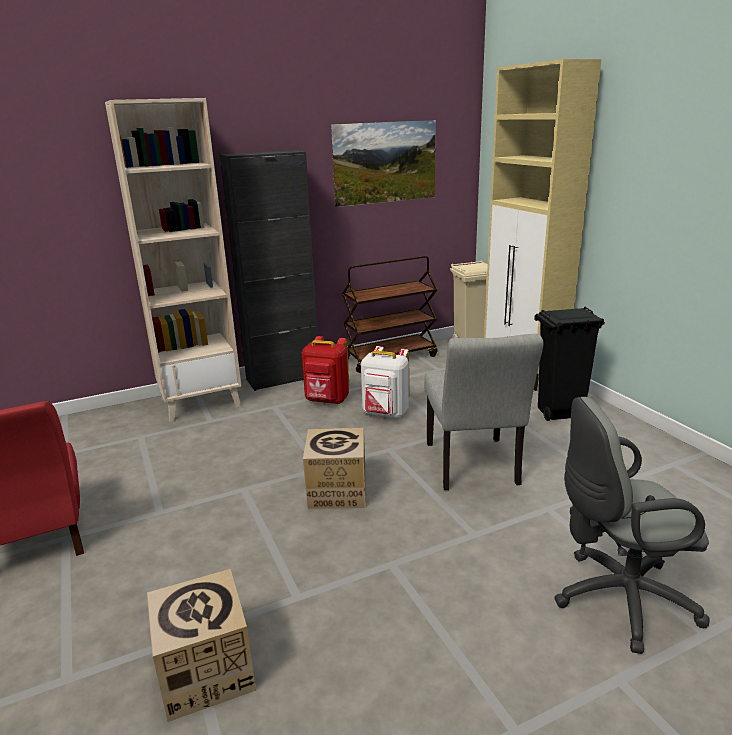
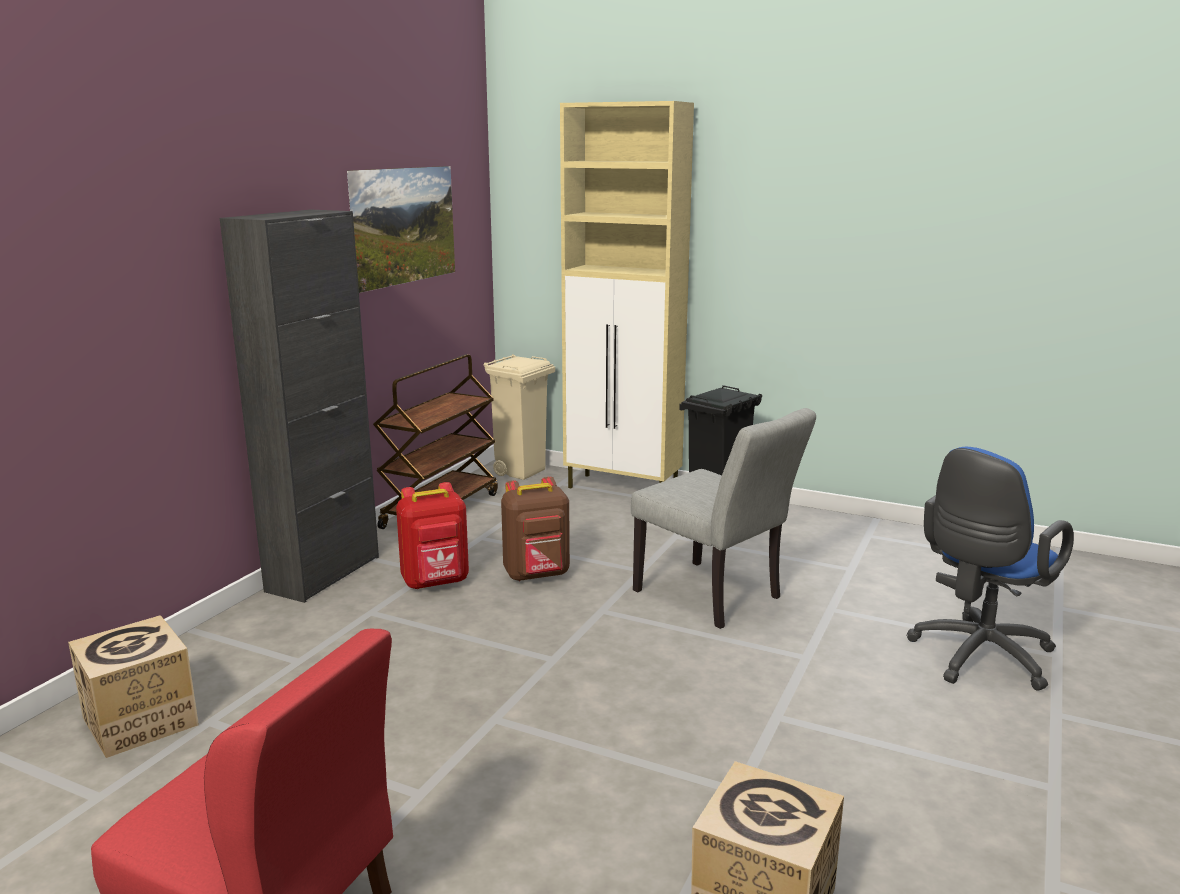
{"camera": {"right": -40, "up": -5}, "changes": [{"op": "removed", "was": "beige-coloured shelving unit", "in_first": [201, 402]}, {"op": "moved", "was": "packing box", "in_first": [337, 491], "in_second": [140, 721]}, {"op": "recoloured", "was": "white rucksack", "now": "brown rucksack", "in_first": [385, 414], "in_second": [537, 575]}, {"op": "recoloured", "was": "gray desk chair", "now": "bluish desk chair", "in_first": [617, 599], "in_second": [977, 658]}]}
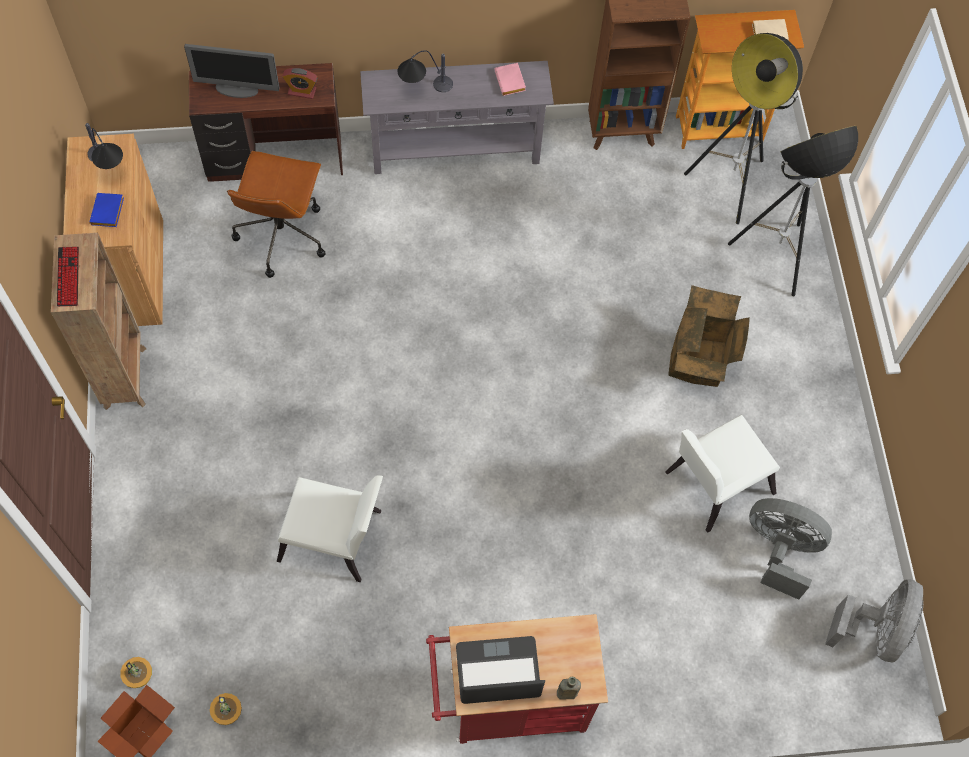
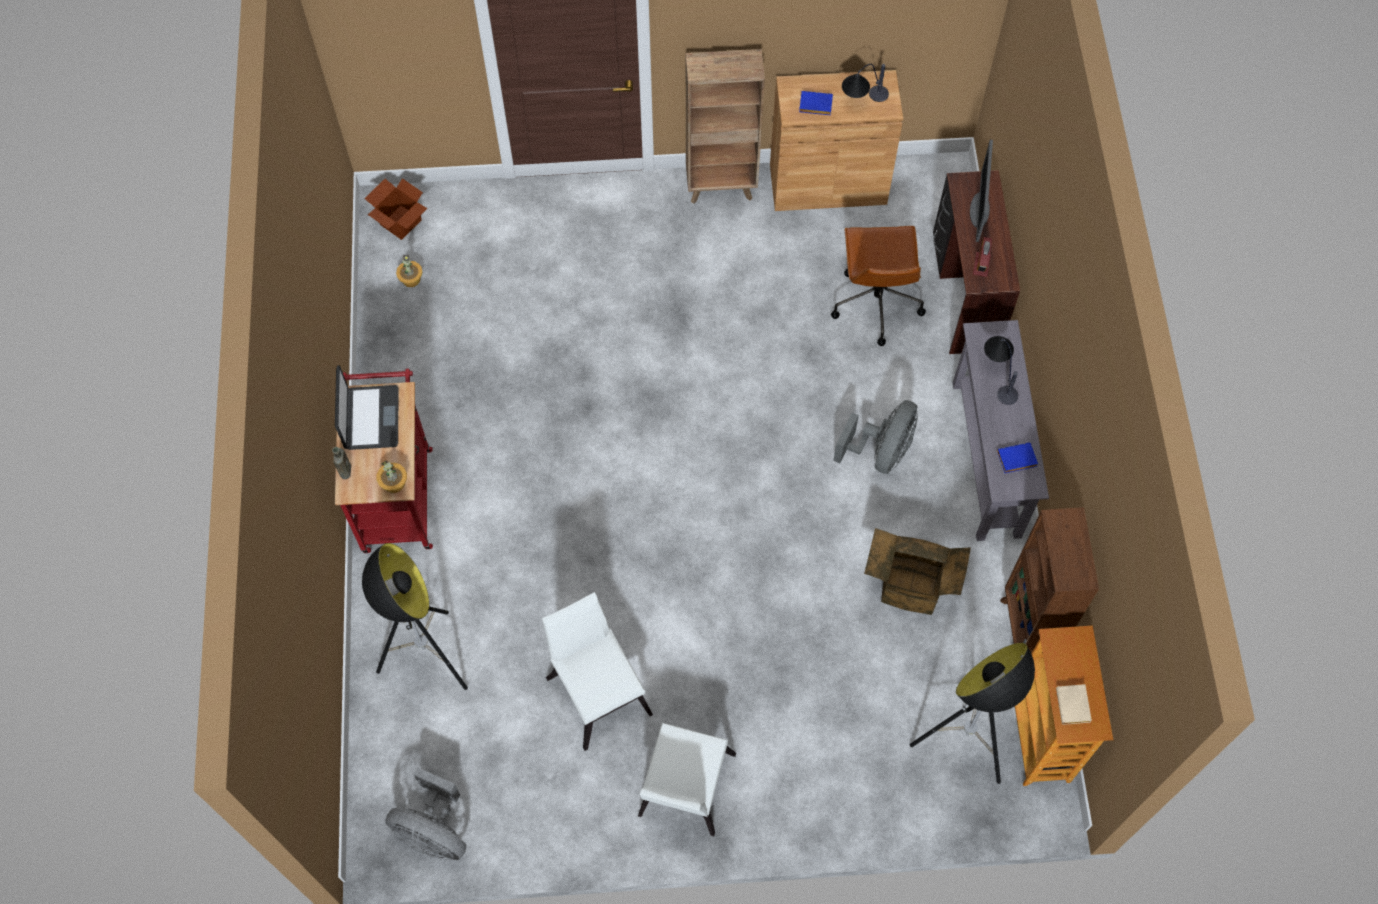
{"camera": {"right": 95, "up": 0}, "changes": [{"op": "removed", "was": "PC keyboard", "in_first": [68, 277]}, {"op": "moved", "was": "plant in a pot", "in_first": [139, 676], "in_second": [394, 483]}, {"op": "moved", "was": "white upright chair", "in_first": [336, 539], "in_second": [683, 791]}, {"op": "moved", "was": "packing box", "in_first": [700, 361], "in_second": [909, 588]}, {"op": "moved", "was": "standard lamp", "in_first": [774, 257], "in_second": [427, 658]}, {"op": "moved", "was": "gray fan", "in_first": [780, 549], "in_second": [881, 452]}, {"op": "recoloured", "was": "pink bound book", "now": "bluish bound book", "in_first": [511, 82], "in_second": [1016, 460]}, {"op": "turned", "was": "brown desk chair", "in_first": [281, 234], "in_second": [875, 302], "clockwise": -105}]}
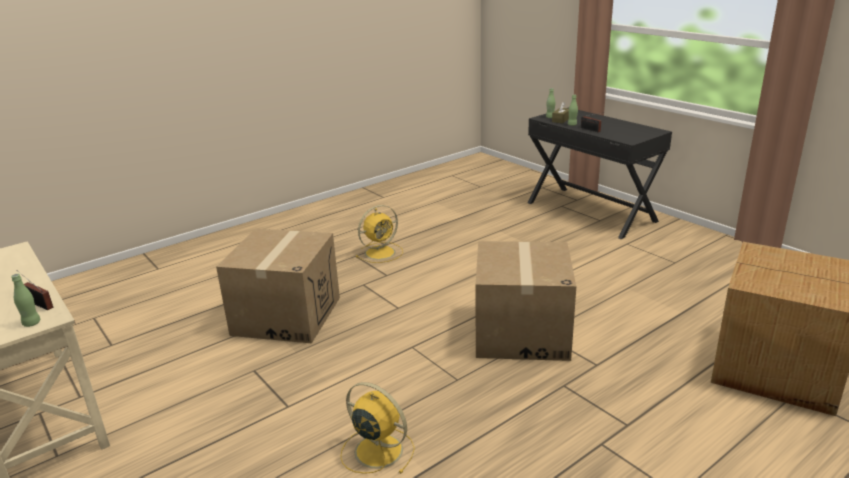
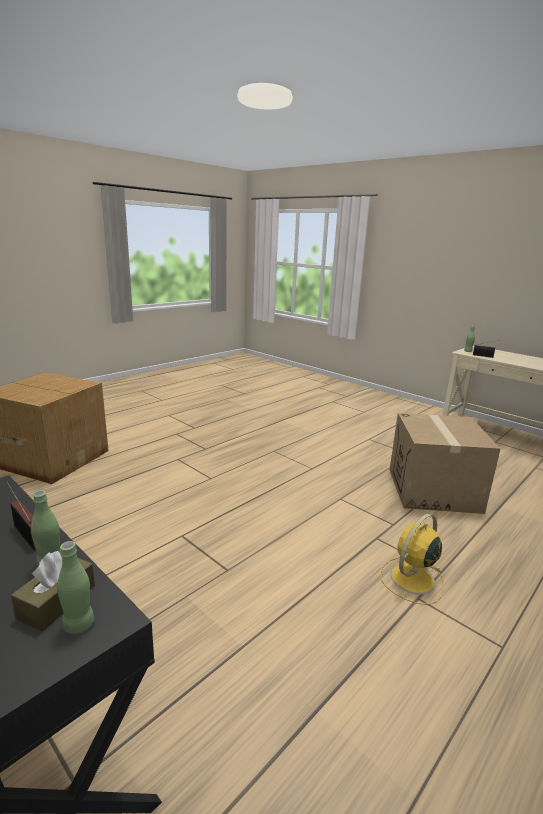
{"camera": {"right": 170, "up": -5}, "changes": [{"op": "removed", "was": "yellowish fan", "in_first": [377, 450]}, {"op": "removed", "was": "packing box", "in_first": [521, 332]}]}
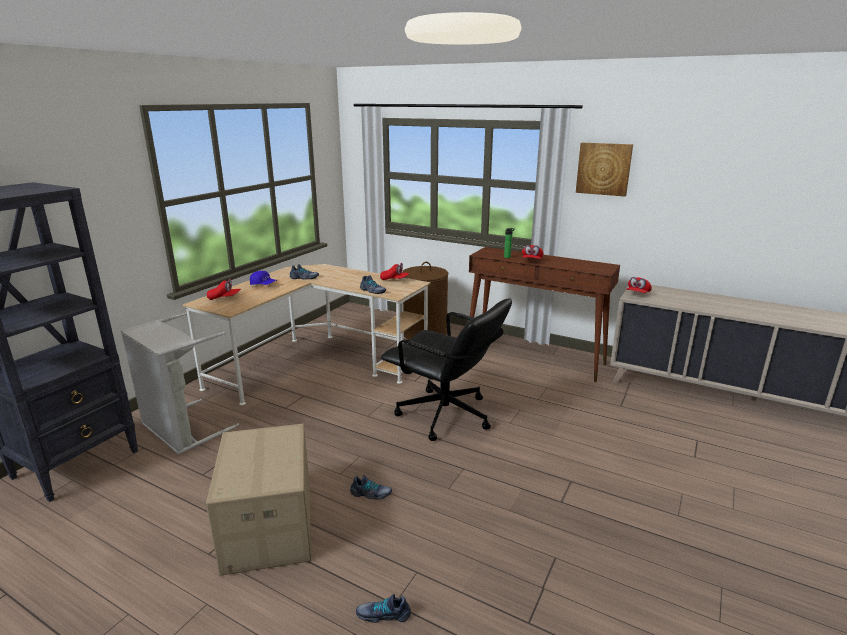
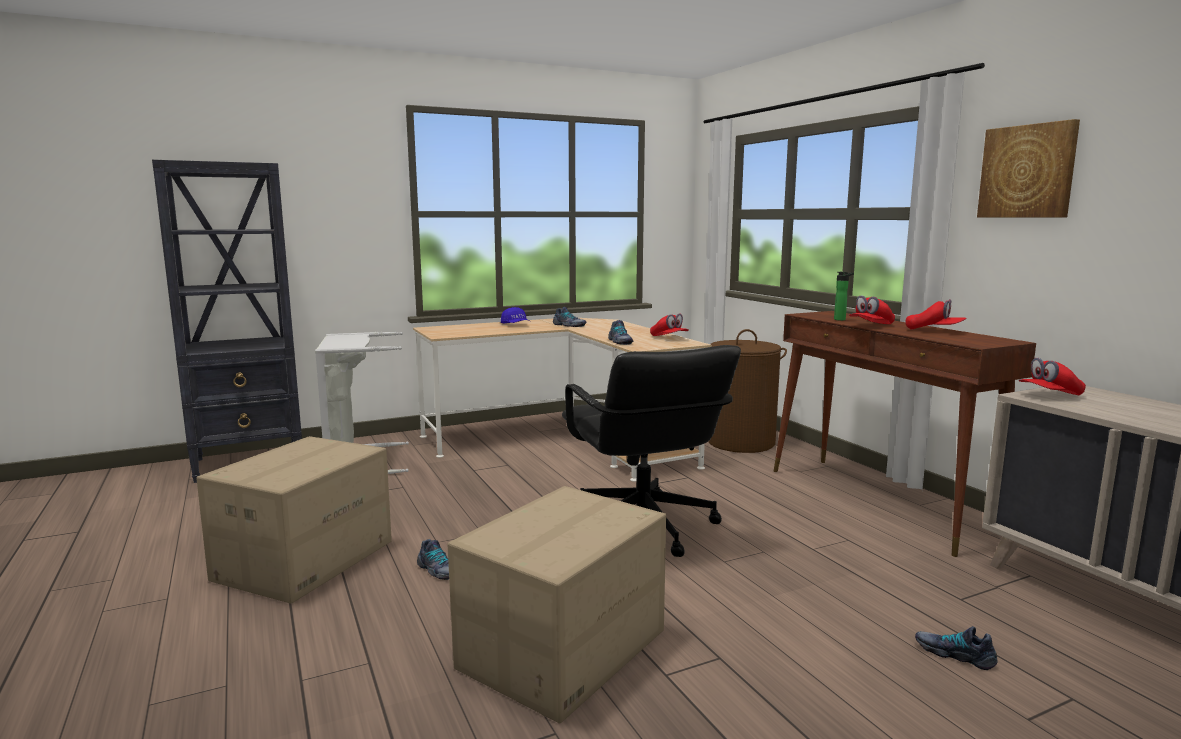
{"camera": {"right": 35, "up": -10}, "changes": [{"op": "added", "now": "packing box", "in_second": [564, 650]}, {"op": "moved", "was": "reddish peaked cap", "in_first": [224, 298], "in_second": [934, 330]}, {"op": "moved", "was": "low shoe", "in_first": [383, 614], "in_second": [954, 654]}]}
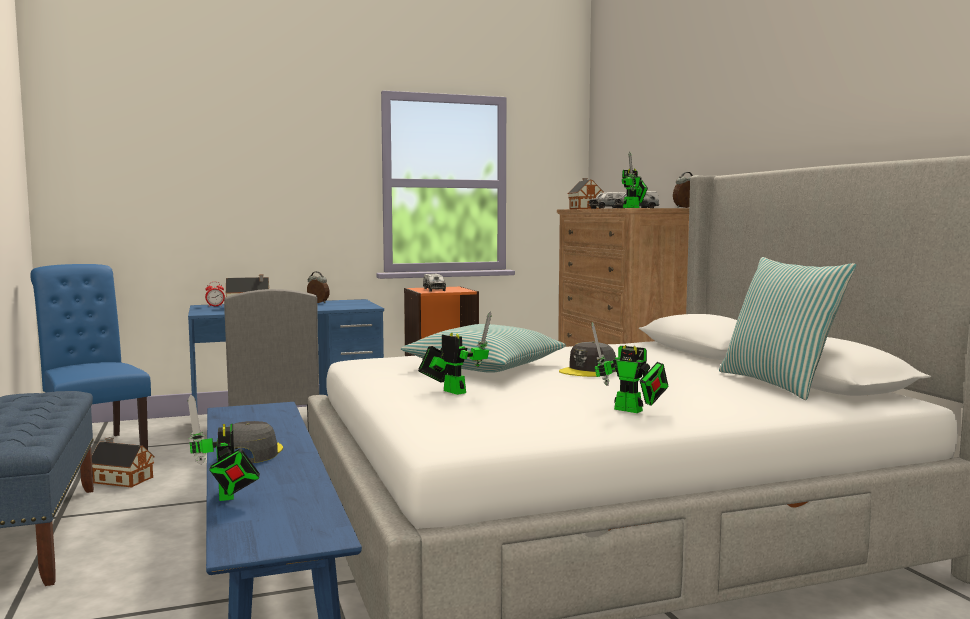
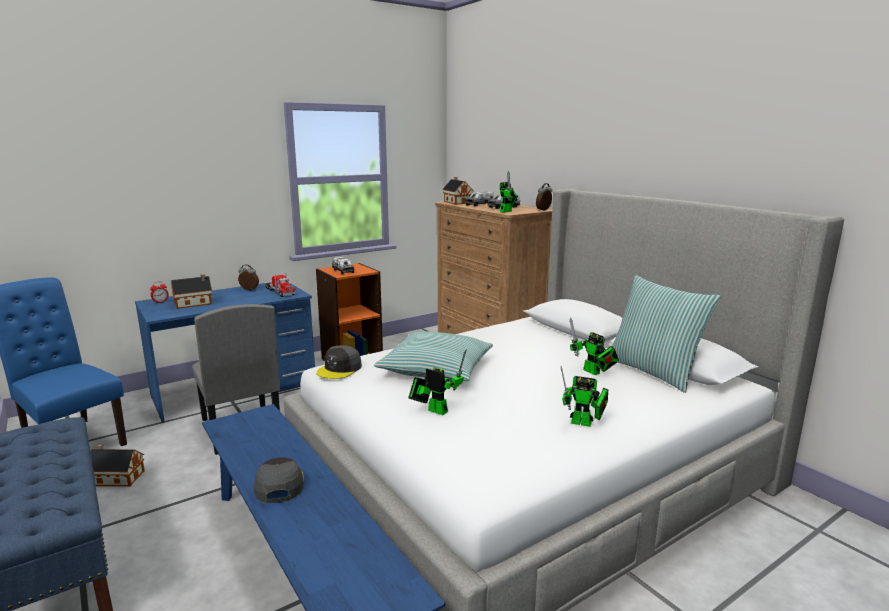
{"camera": {"right": -15, "up": 10}, "changes": [{"op": "added", "now": "model truck", "in_second": [280, 292]}, {"op": "moved", "was": "model robot", "in_first": [226, 497], "in_second": [593, 372]}, {"op": "moved", "was": "gray peaked cap", "in_first": [588, 371], "in_second": [340, 369]}]}
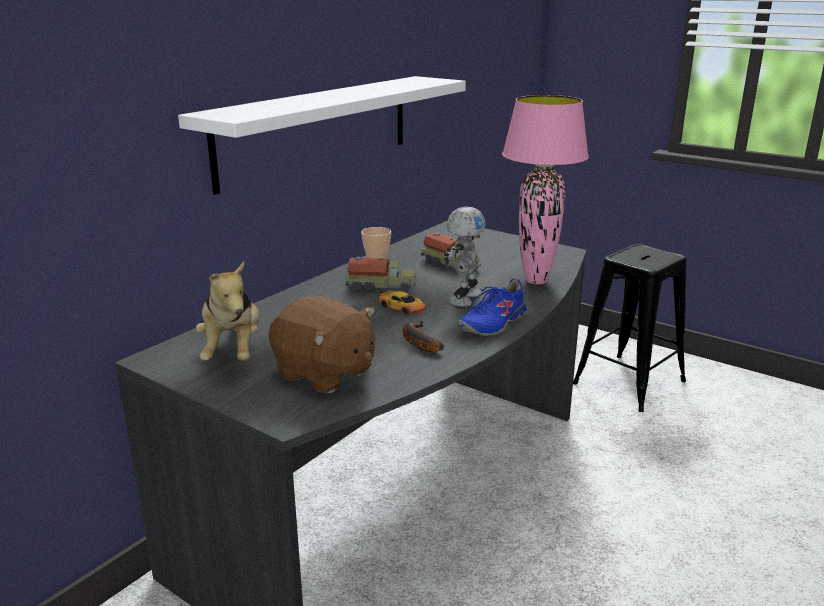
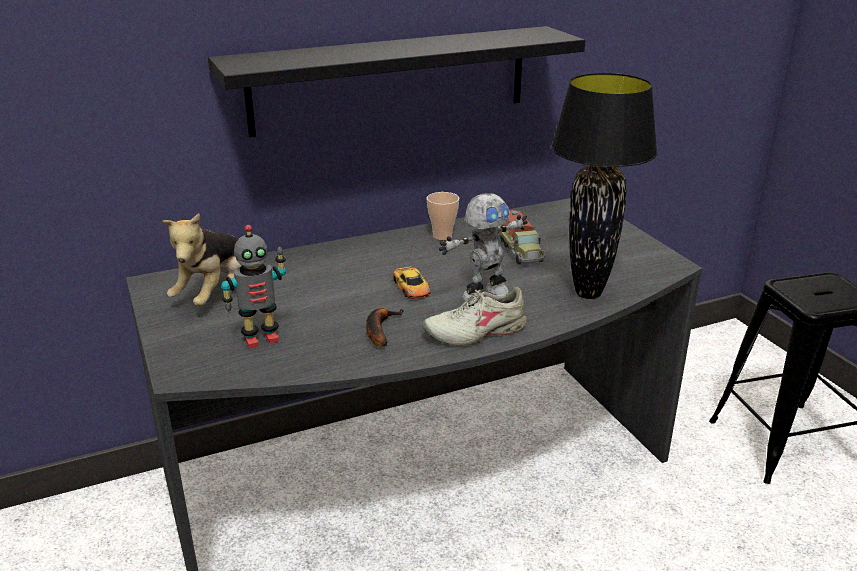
{"camera": {"right": 30, "up": 5}, "changes": [{"op": "removed", "was": "model truck", "in_first": [381, 286]}, {"op": "replaced", "was": "brown plush toy", "now": "model robot", "in_first": [325, 373], "in_second": [261, 338]}, {"op": "recoloured", "was": "white shelf", "now": "black shelf", "in_first": [317, 129], "in_second": [391, 80]}, {"op": "recoloured", "was": "bluish low shoe", "now": "beige-coloured low shoe", "in_first": [492, 323], "in_second": [476, 332]}, {"op": "recoloured", "was": "pink lamp for a table", "now": "black lamp for a table", "in_first": [535, 280], "in_second": [588, 293]}]}
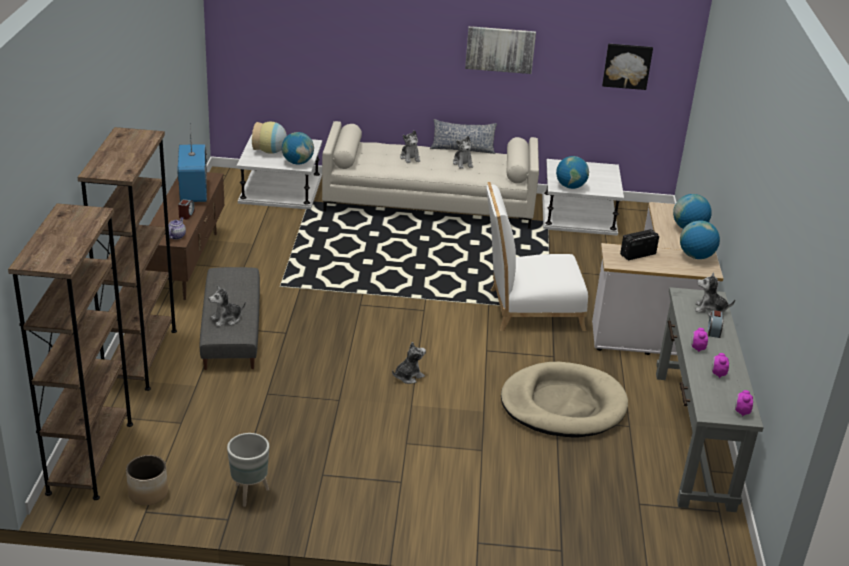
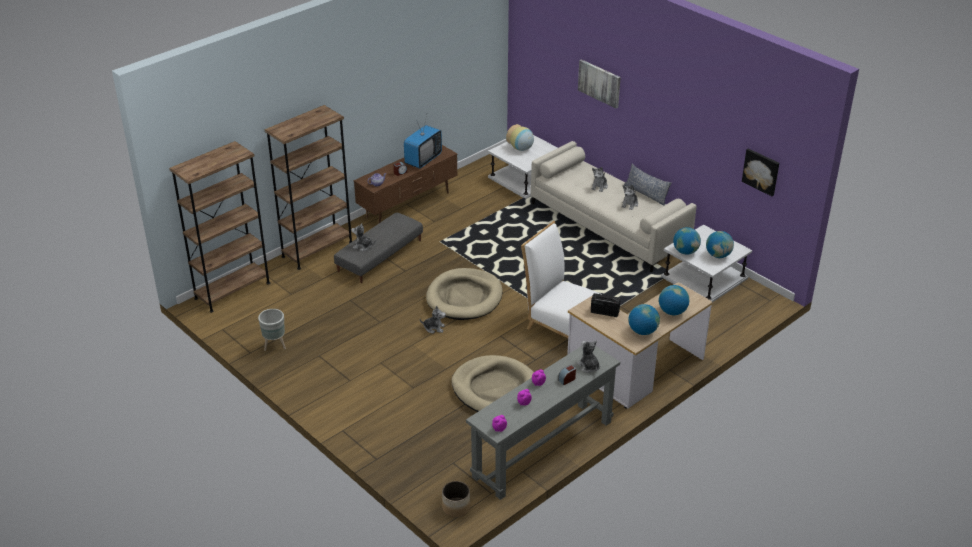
{"camera": {"right": 45, "up": 5}, "changes": [{"op": "added", "now": "beige-coloured dog cushion", "in_second": [464, 297]}, {"op": "moved", "was": "plant pot", "in_first": [148, 493], "in_second": [456, 508]}, {"op": "moved", "was": "desk globe", "in_first": [298, 162], "in_second": [718, 255]}, {"op": "moved", "was": "wall picture", "in_first": [500, 49], "in_second": [599, 83]}]}
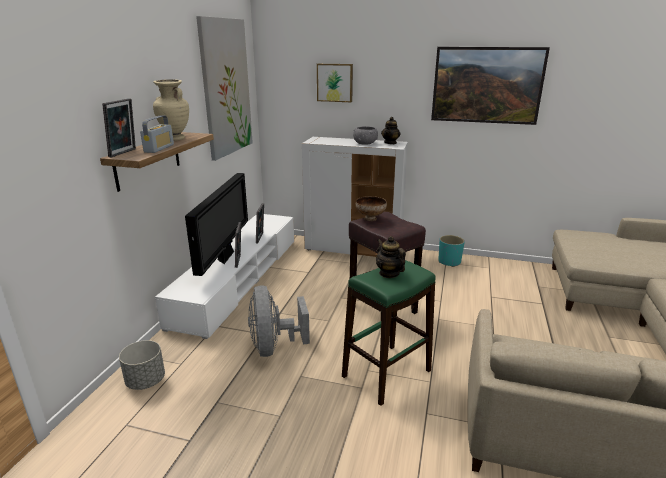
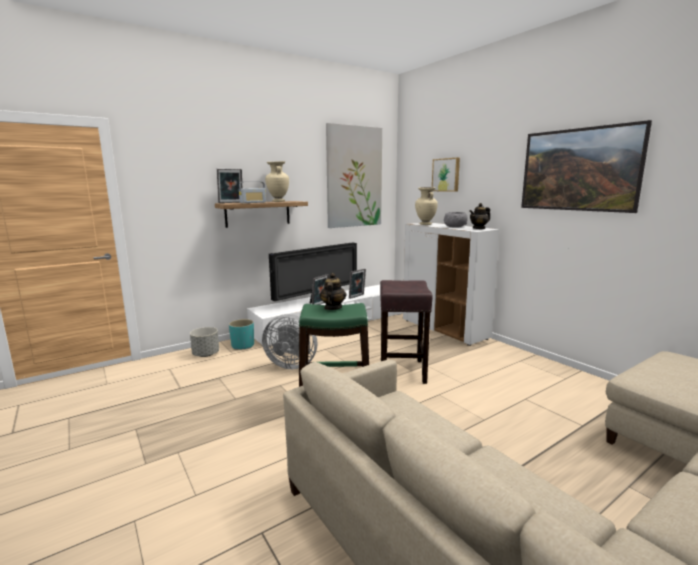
{"camera": {"right": 40, "up": -10}, "changes": [{"op": "removed", "was": "deep dish", "in_first": [371, 218]}, {"op": "added", "now": "beige-coloured flower vase", "in_second": [425, 224]}, {"op": "moved", "was": "blue-green plant pot", "in_first": [449, 262], "in_second": [243, 346]}, {"op": "turned", "was": "gray fan", "in_first": [274, 346], "in_second": [291, 364], "clockwise": -105}]}
